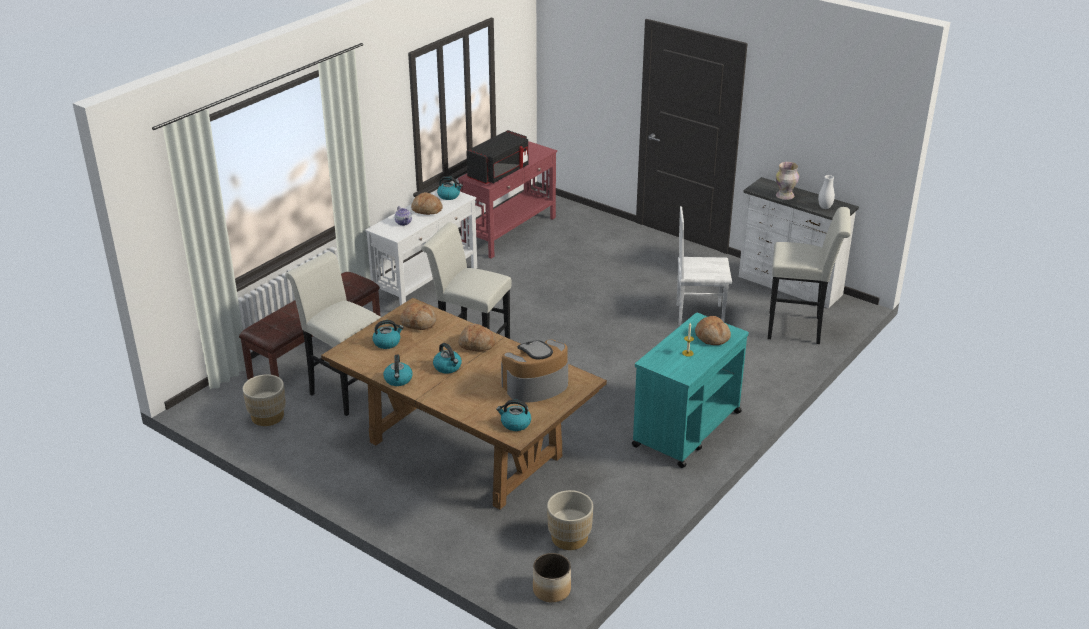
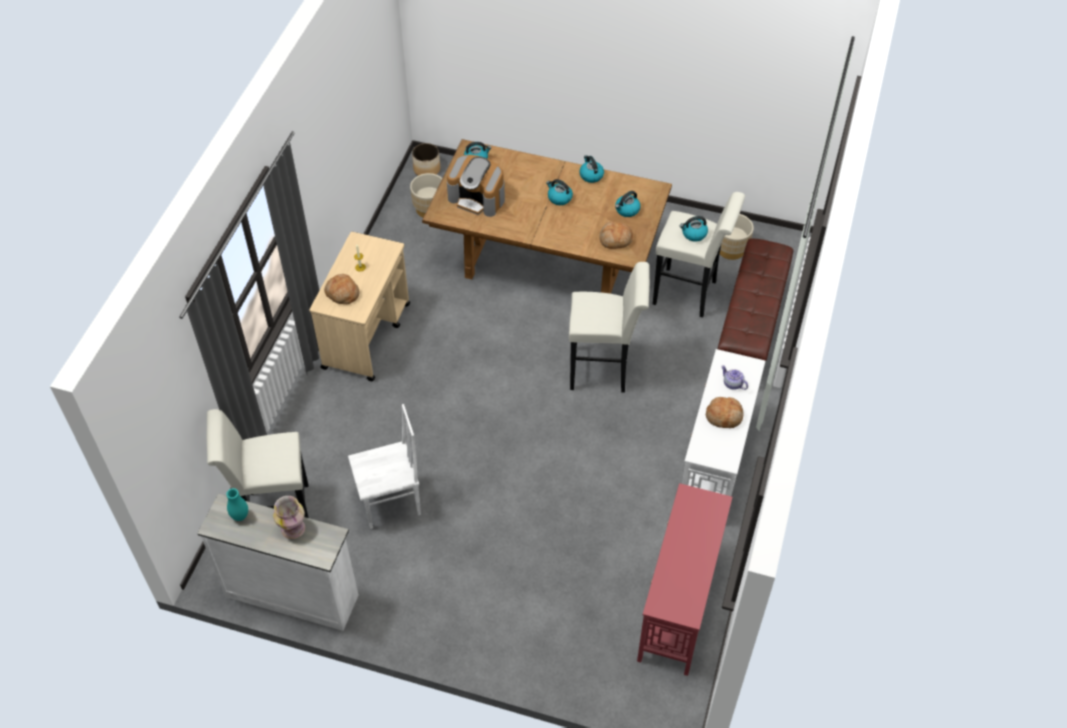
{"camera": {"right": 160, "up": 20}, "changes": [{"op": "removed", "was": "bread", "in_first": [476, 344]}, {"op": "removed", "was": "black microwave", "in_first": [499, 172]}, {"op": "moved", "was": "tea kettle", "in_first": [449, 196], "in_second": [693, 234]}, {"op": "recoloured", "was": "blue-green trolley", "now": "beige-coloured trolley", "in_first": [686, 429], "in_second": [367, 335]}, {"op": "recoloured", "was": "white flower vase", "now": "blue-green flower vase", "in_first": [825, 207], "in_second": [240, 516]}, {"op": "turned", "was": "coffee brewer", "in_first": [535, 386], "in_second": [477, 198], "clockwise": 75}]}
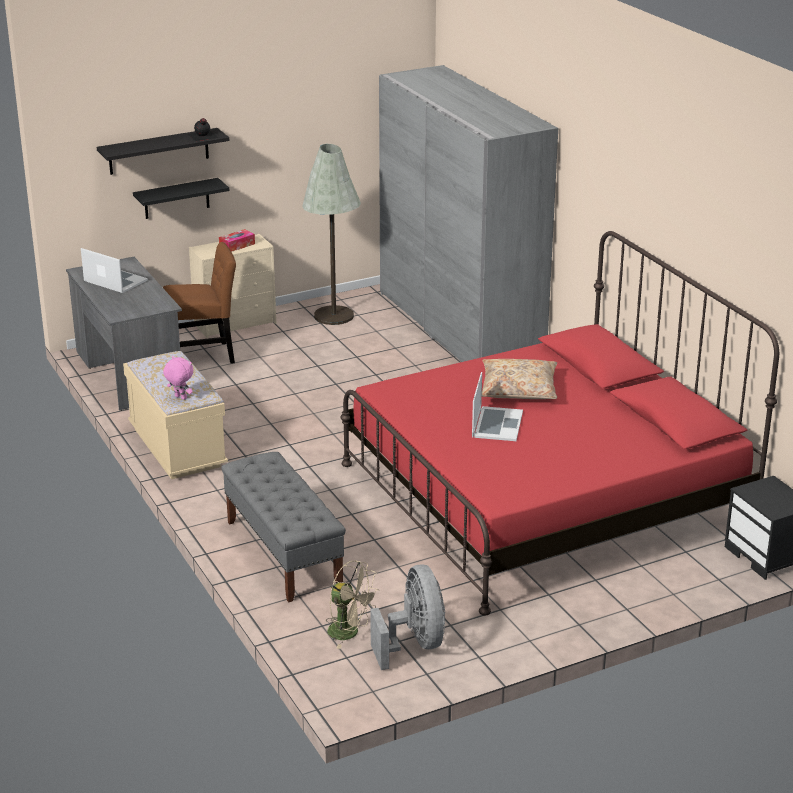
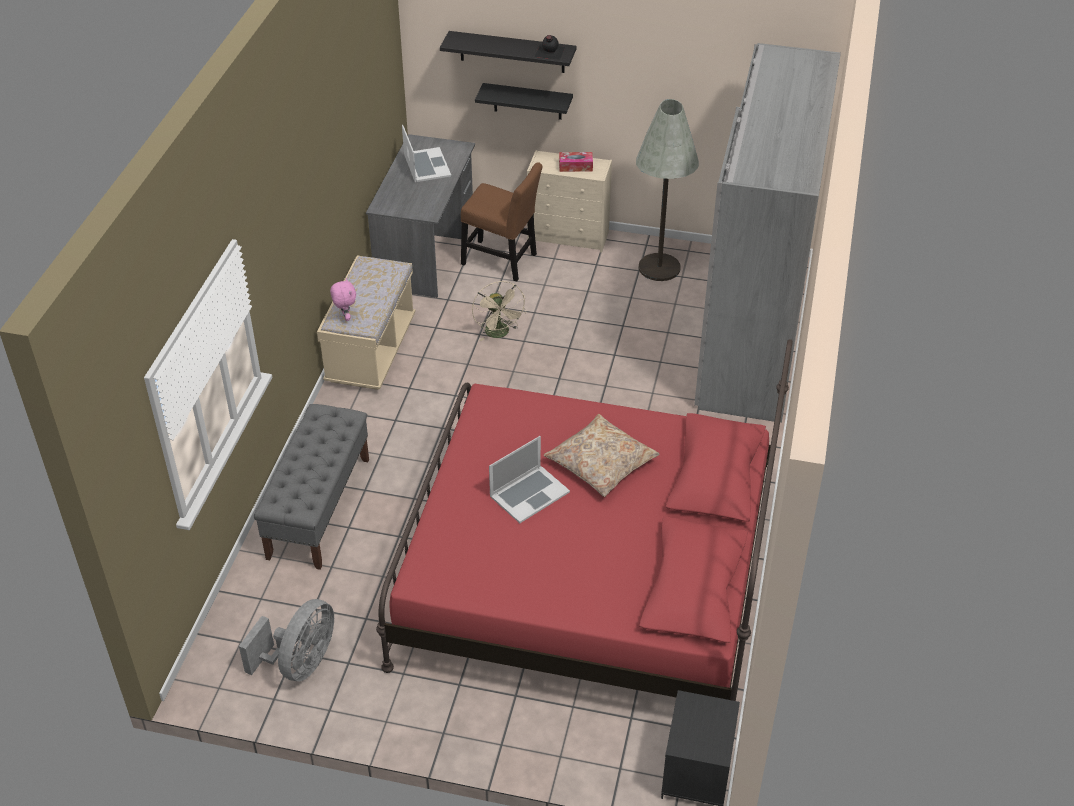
{"camera": {"right": 40, "up": 15}, "changes": [{"op": "moved", "was": "beige-coloured fan", "in_first": [350, 633], "in_second": [499, 334]}]}
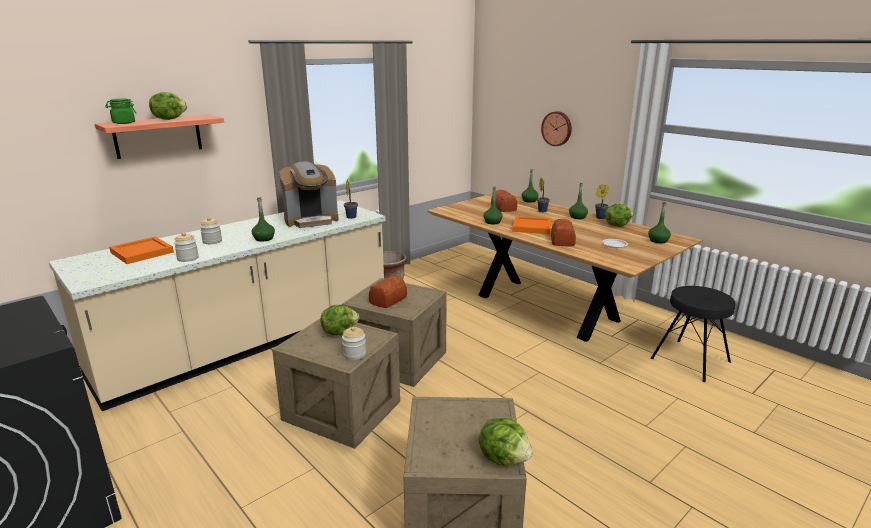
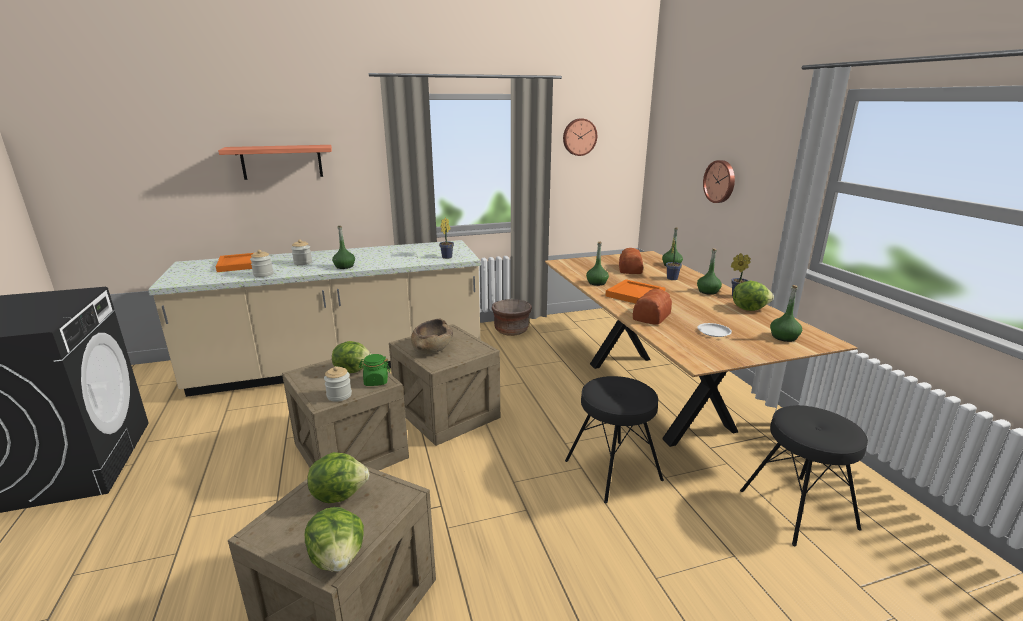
{"camera": {"right": 25, "up": 0}, "changes": [{"op": "removed", "was": "coffee brewer", "in_first": [311, 220]}, {"op": "added", "now": "wall clock", "in_second": [579, 137]}, {"op": "added", "now": "black sitting stool", "in_second": [613, 470]}, {"op": "moved", "was": "green storage jar", "in_first": [123, 123], "in_second": [376, 381]}, {"op": "moved", "was": "head of lettuce", "in_first": [169, 119], "in_second": [339, 494]}, {"op": "replaced", "was": "bread", "now": "brown deep dish", "in_first": [387, 300], "in_second": [432, 347]}]}
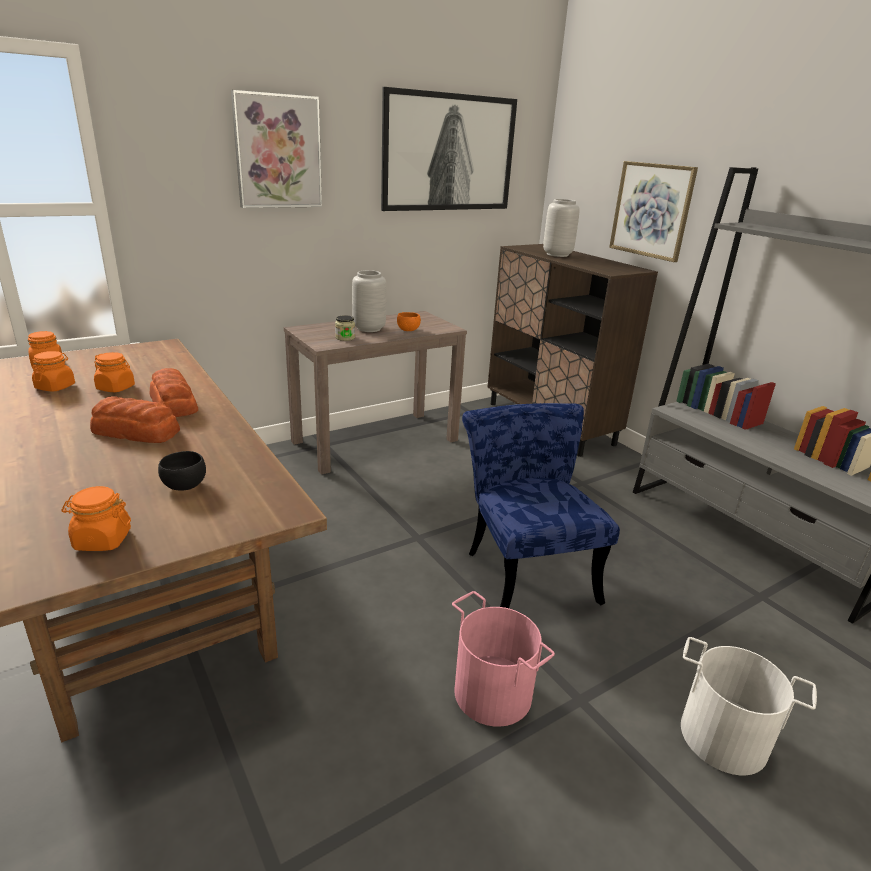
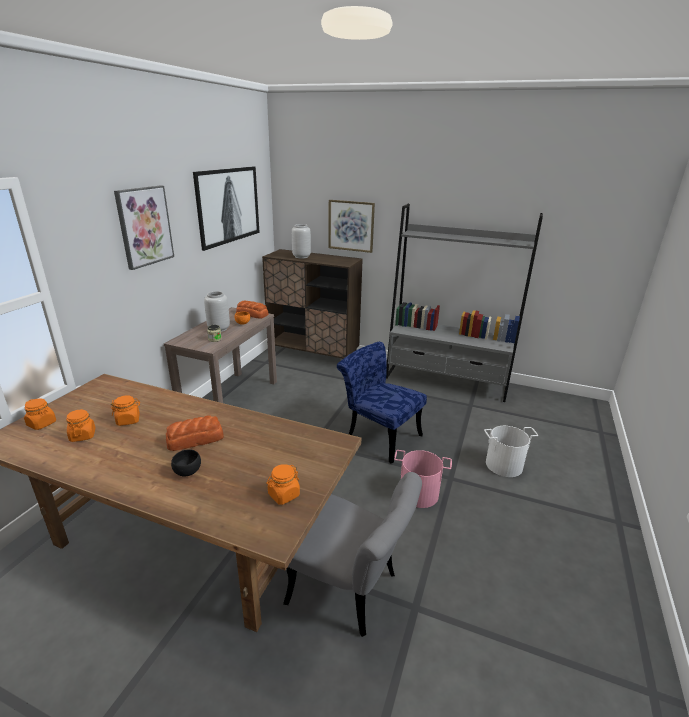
{"camera": {"right": -35, "up": 0}, "changes": [{"op": "added", "now": "gray upright chair", "in_second": [351, 591]}, {"op": "moved", "was": "bread", "in_first": [174, 403], "in_second": [252, 314]}, {"op": "moved", "was": "black deep dish", "in_first": [183, 486], "in_second": [187, 472]}]}
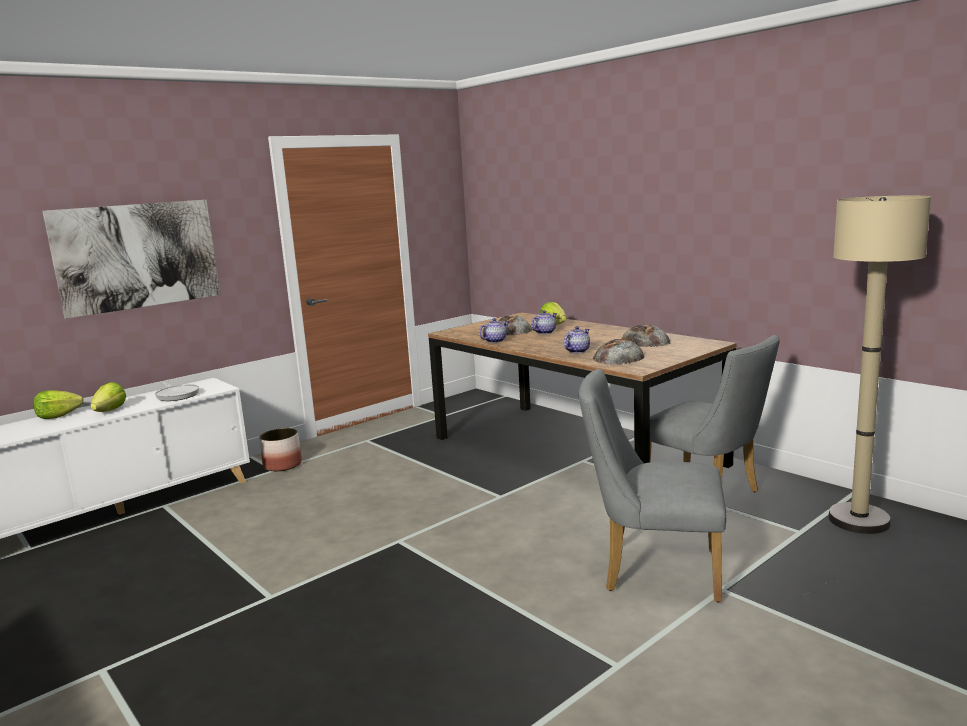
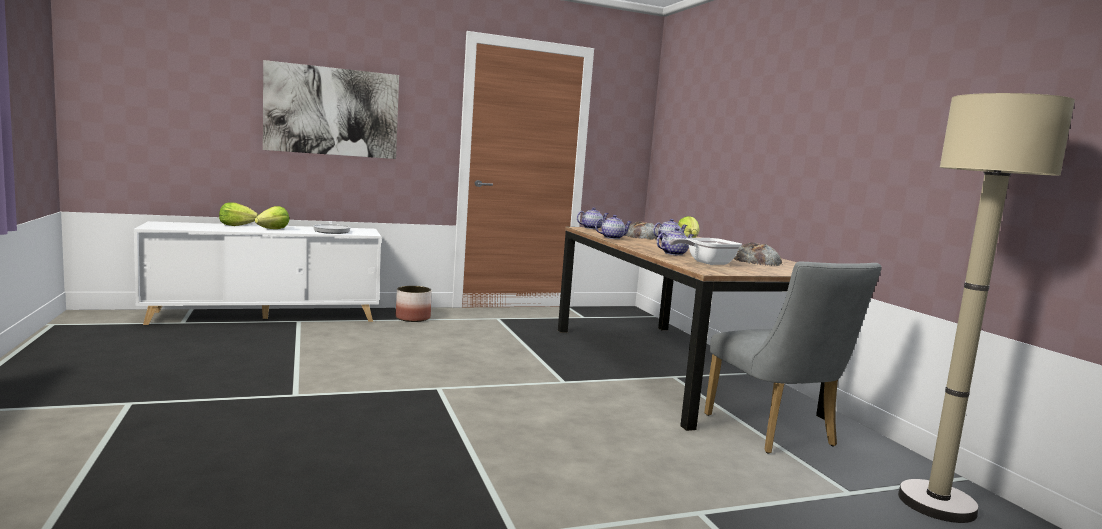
{"camera": {"right": 20, "up": -5}, "changes": [{"op": "removed", "was": "gray upright chair", "in_first": [652, 570]}, {"op": "added", "now": "tea pot", "in_second": [591, 228]}, {"op": "replaced", "was": "bread", "now": "skillet", "in_first": [618, 357], "in_second": [706, 263]}]}
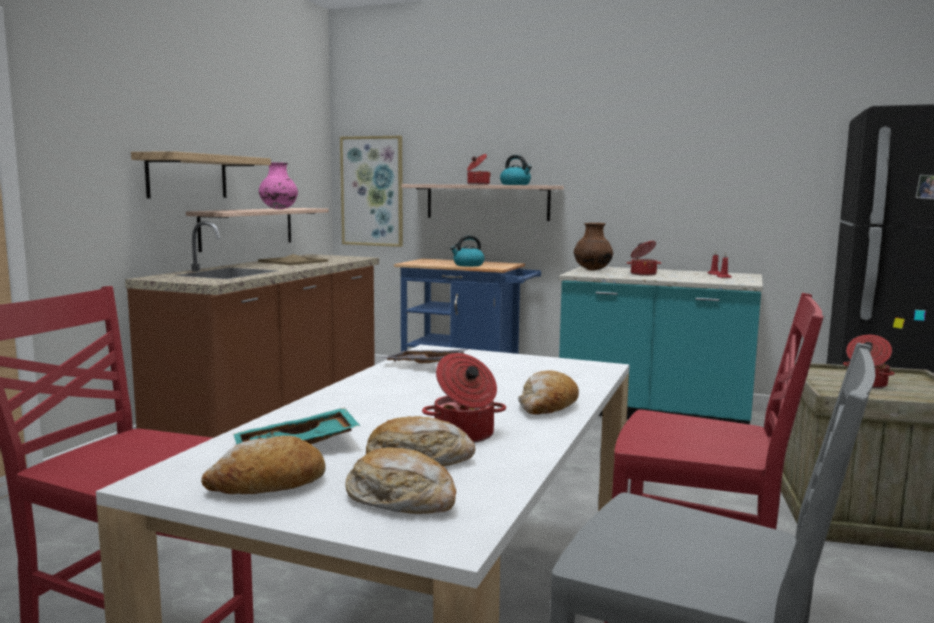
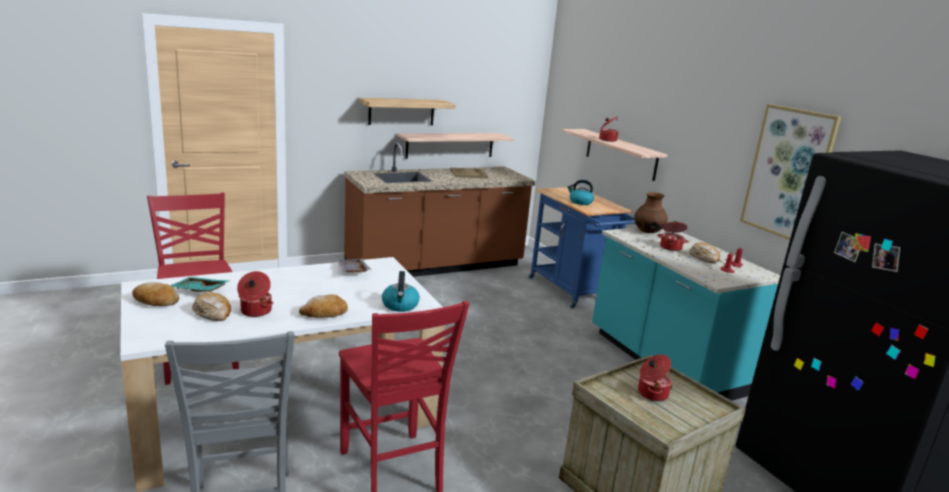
{"camera": {"right": 40, "up": 10}, "changes": [{"op": "removed", "was": "pink flower vase", "in_first": [278, 209]}, {"op": "moved", "was": "wall picture", "in_first": [372, 191], "in_second": [788, 173]}, {"op": "moved", "was": "bread", "in_first": [401, 499], "in_second": [704, 258]}, {"op": "moved", "was": "tea kettle", "in_first": [515, 184], "in_second": [400, 305]}]}
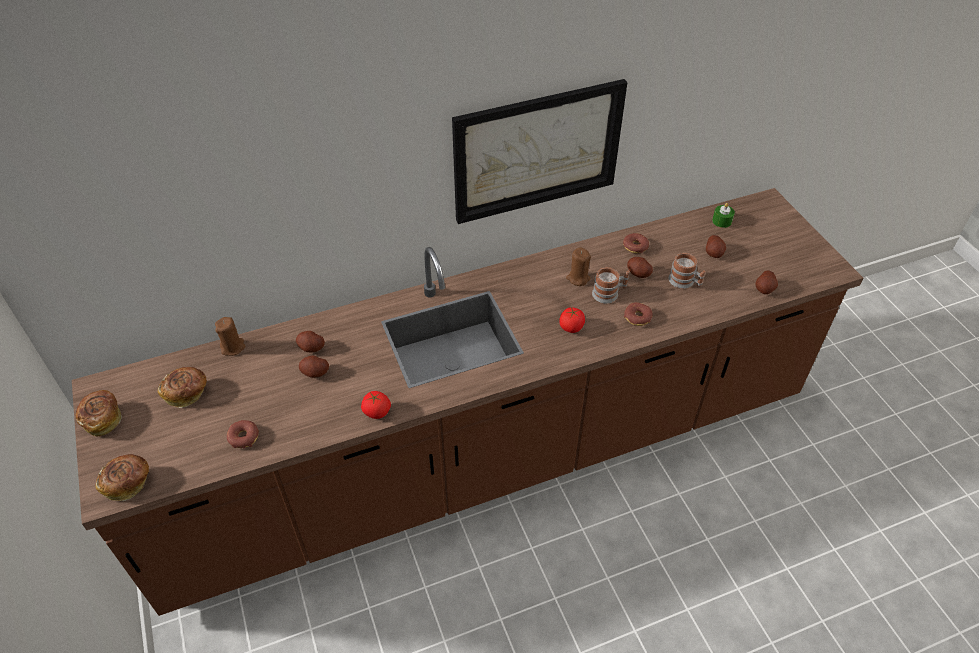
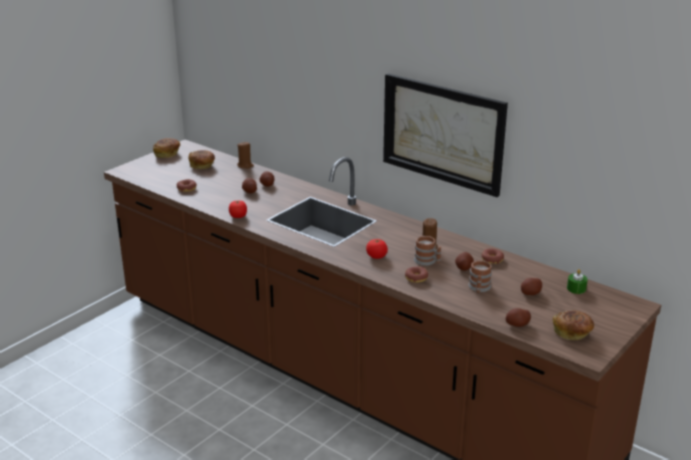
{"camera": {"right": 60, "up": -20}, "changes": [{"op": "moved", "was": "bread", "in_first": [128, 483], "in_second": [572, 333]}]}
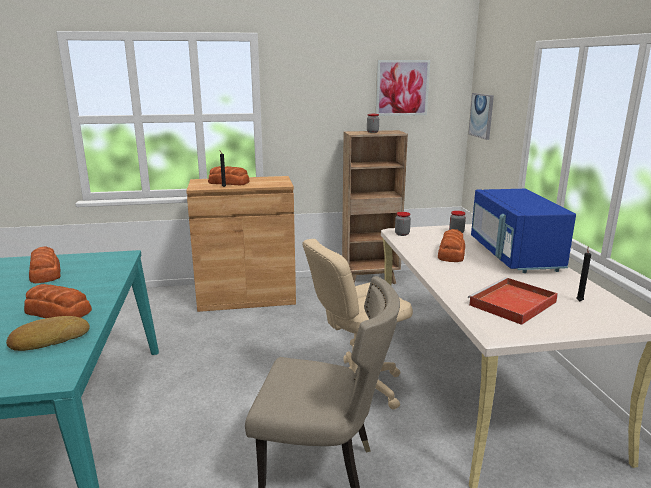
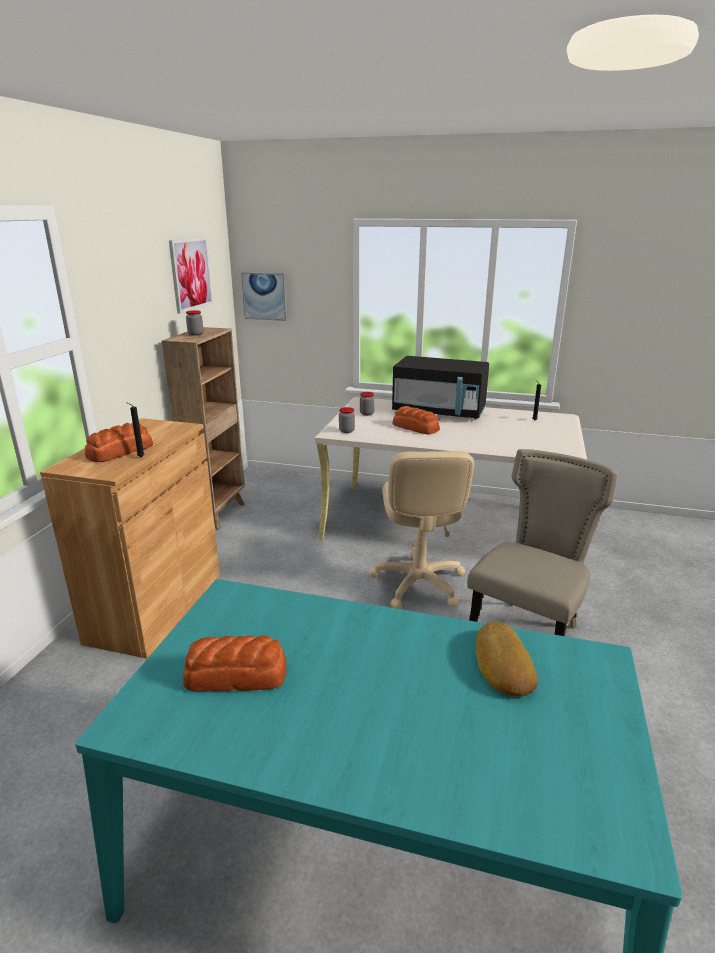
{"camera": {"right": -65, "up": 5}, "changes": [{"op": "removed", "was": "bread", "in_first": [58, 311]}, {"op": "removed", "was": "reddish tray", "in_first": [512, 304]}, {"op": "recoloured", "was": "bluish microwave", "now": "black microwave", "in_first": [514, 255], "in_second": [439, 412]}]}
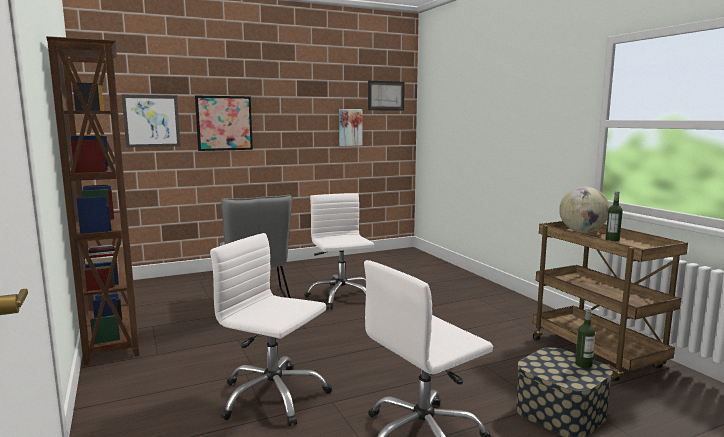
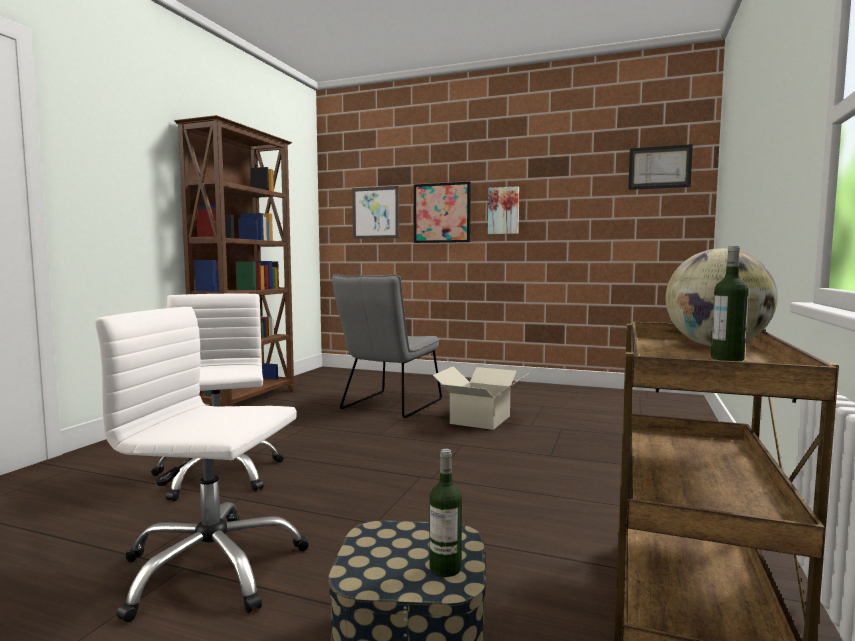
{"camera": {"right": 45, "up": -5}, "changes": [{"op": "moved", "was": "wall picture", "in_first": [350, 127], "in_second": [503, 210]}, {"op": "replaced", "was": "white desk chair", "now": "packing box", "in_first": [341, 296], "in_second": [481, 419]}]}
